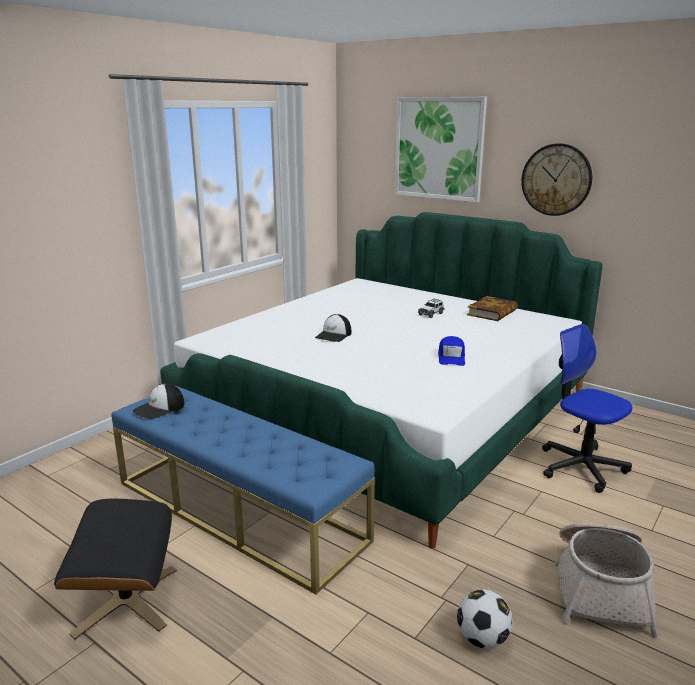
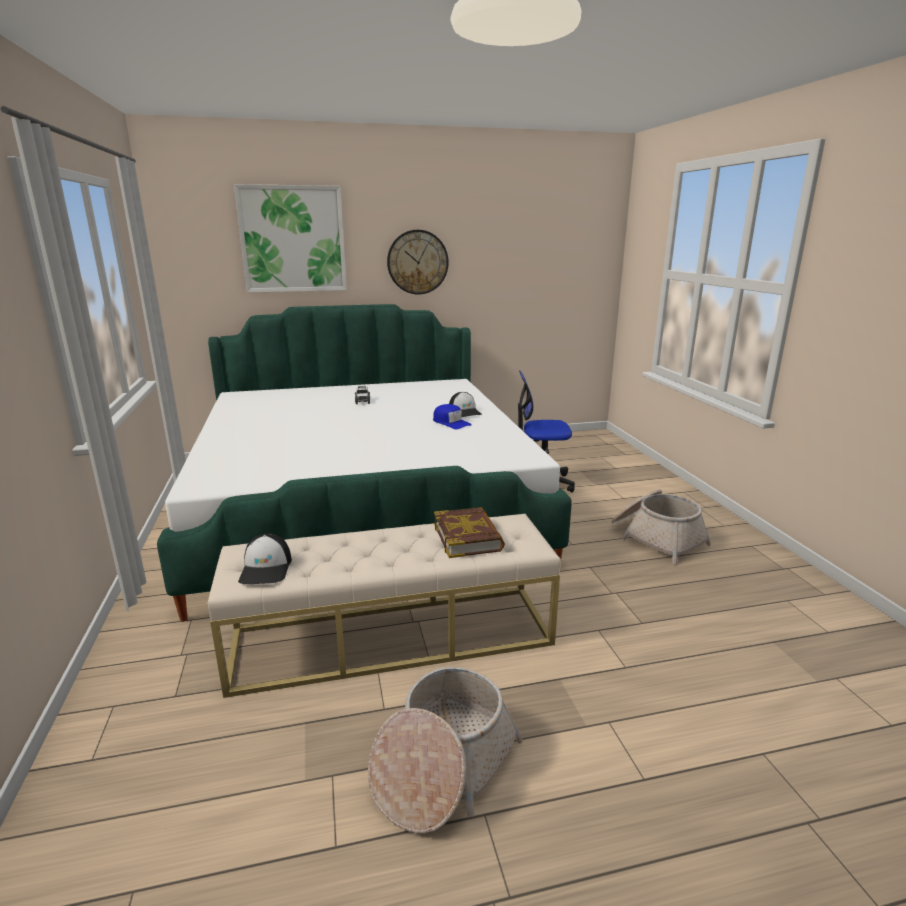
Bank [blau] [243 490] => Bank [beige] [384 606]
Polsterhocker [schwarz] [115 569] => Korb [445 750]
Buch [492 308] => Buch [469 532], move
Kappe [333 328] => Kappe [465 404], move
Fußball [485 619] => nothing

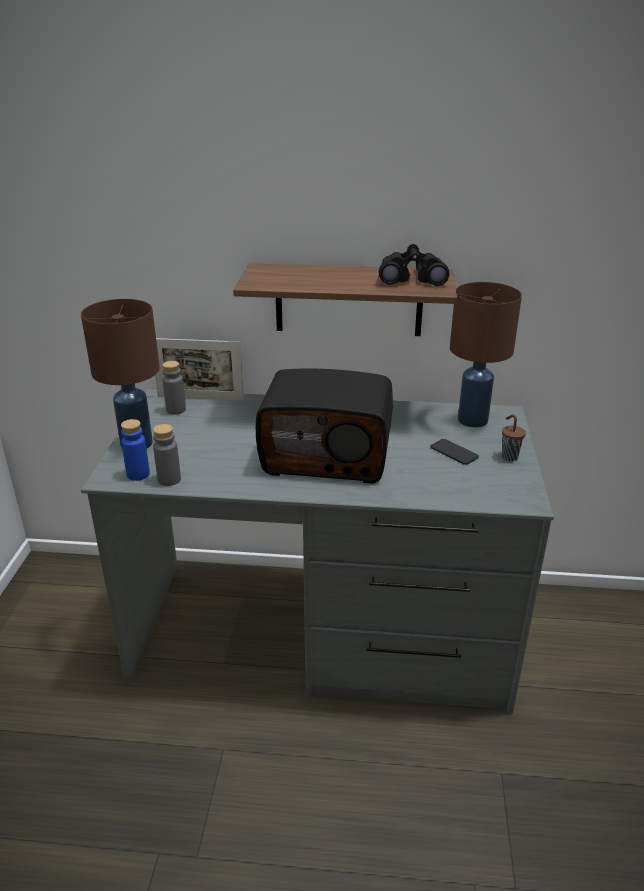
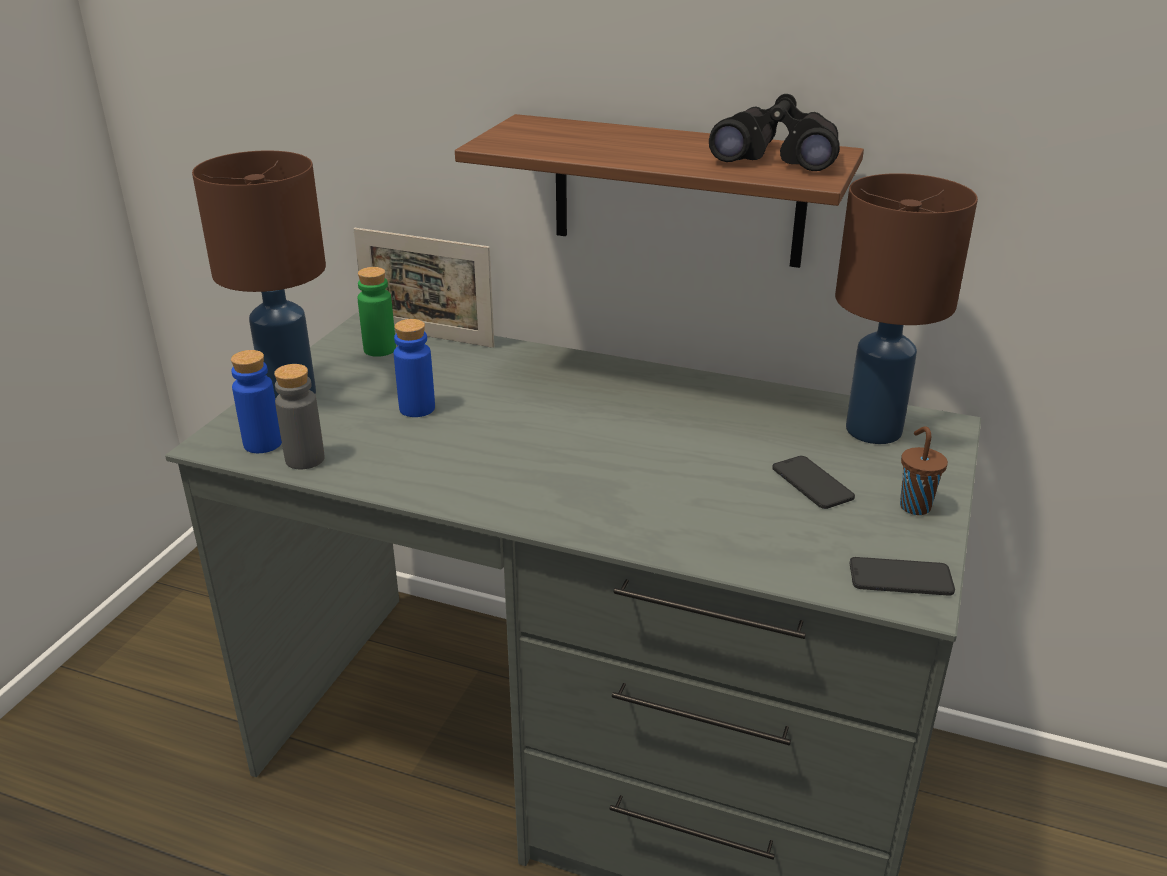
Flasche [grau] [174 388] => Flasche [grün] [377 312]
nothing => Flasche [blau] [414 368]
nothing => Handy [902 576]
Radio [324 426] => nothing

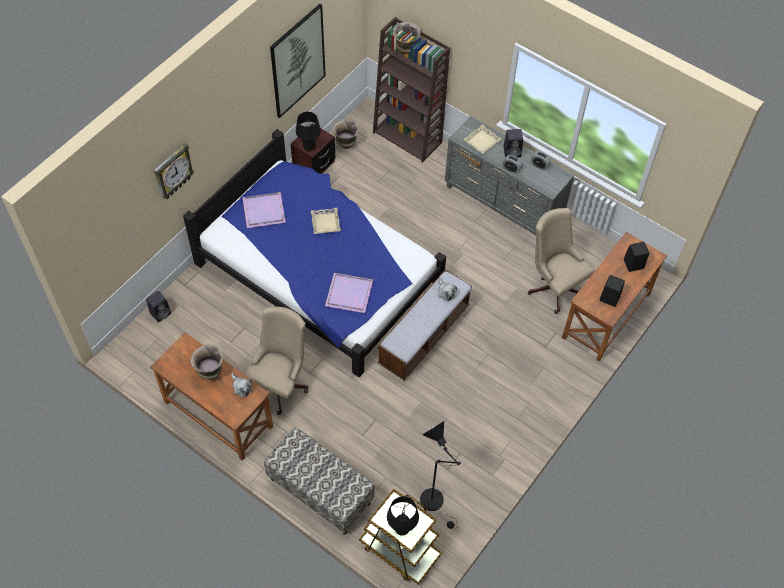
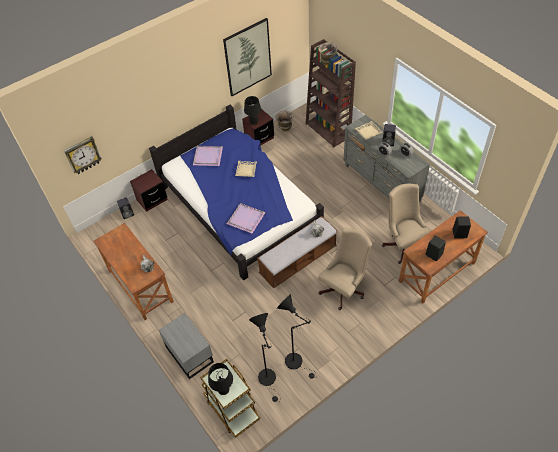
Wanduhr [174 171] => Wanduhr [83 155], move
nothing => Nachttisch [braun] [149 190]
Bank [319 481] => Nachttisch [grau] [186 346]
nothing => Stehlampe [schwarz] [296 336]
Bürostuhl [beige] [276 361] => Bürostuhl [beige] [345 269], move
Vase [207 362] => nothing

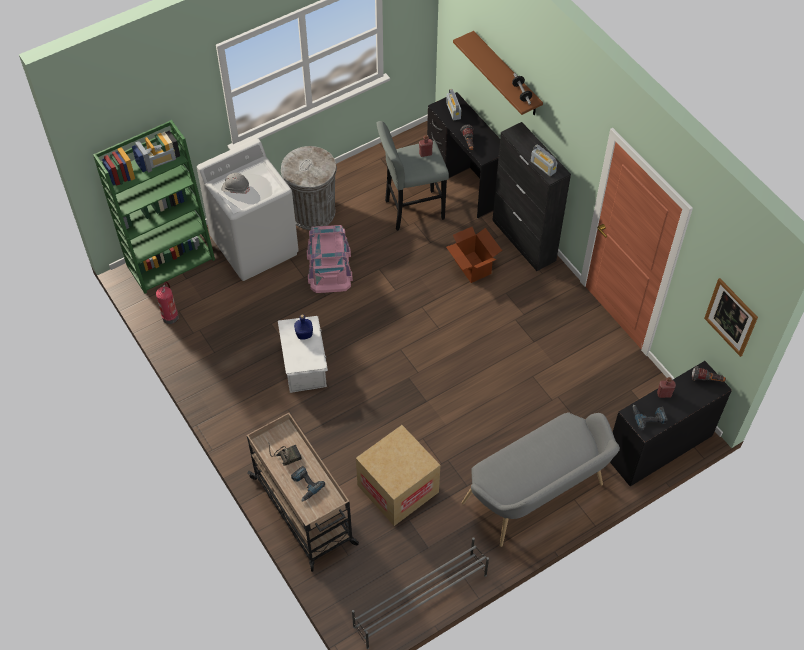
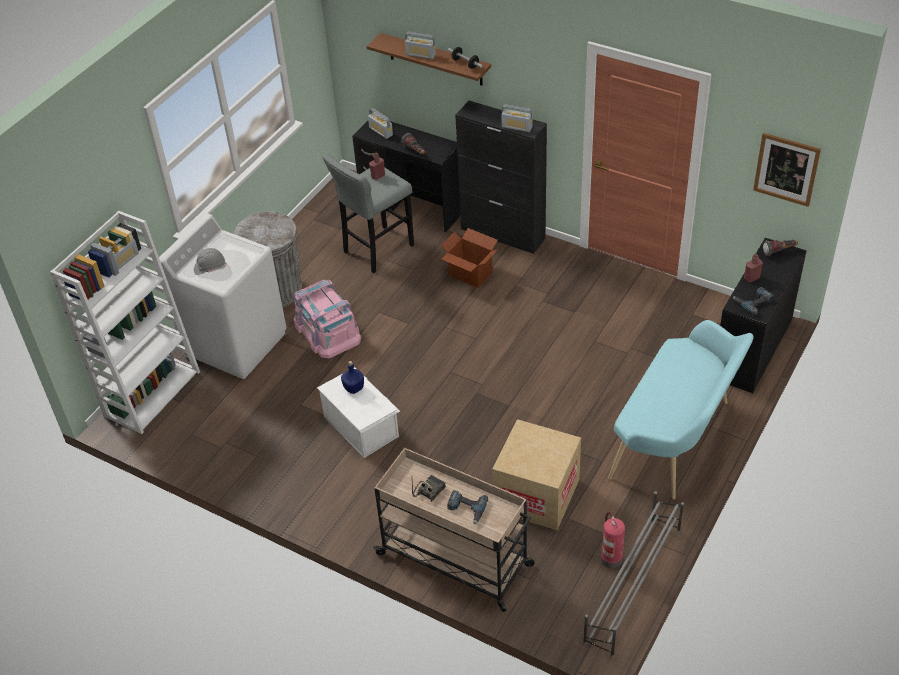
Bücherregal [grün] [154 206] => Bücherregal [weiß] [125 322]
nothing => Radio [420 45]
Feuerlöscher [167 303] => Feuerlöscher [613 540], move
Bank [grau] [540 479] => Bank [türkis] [681 409]

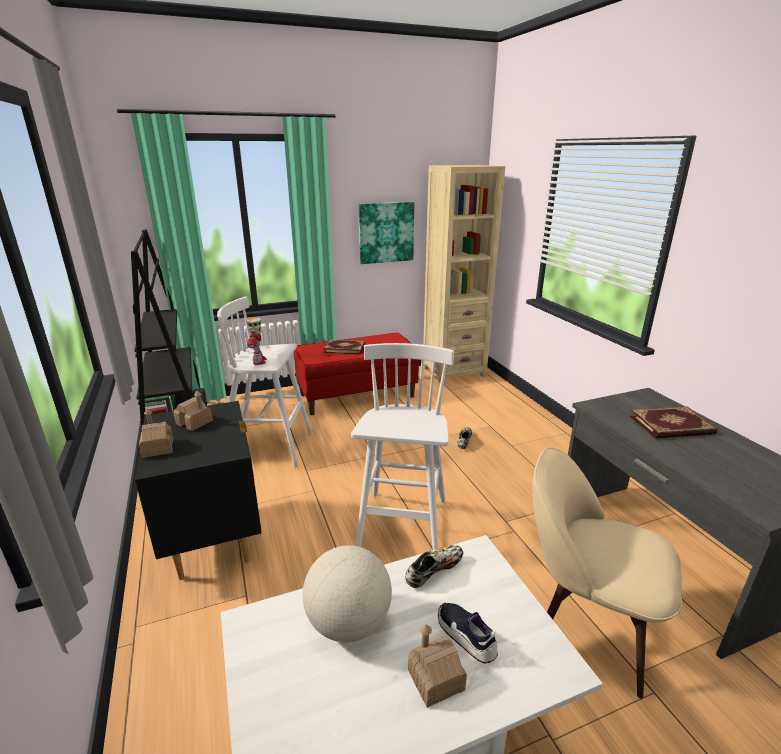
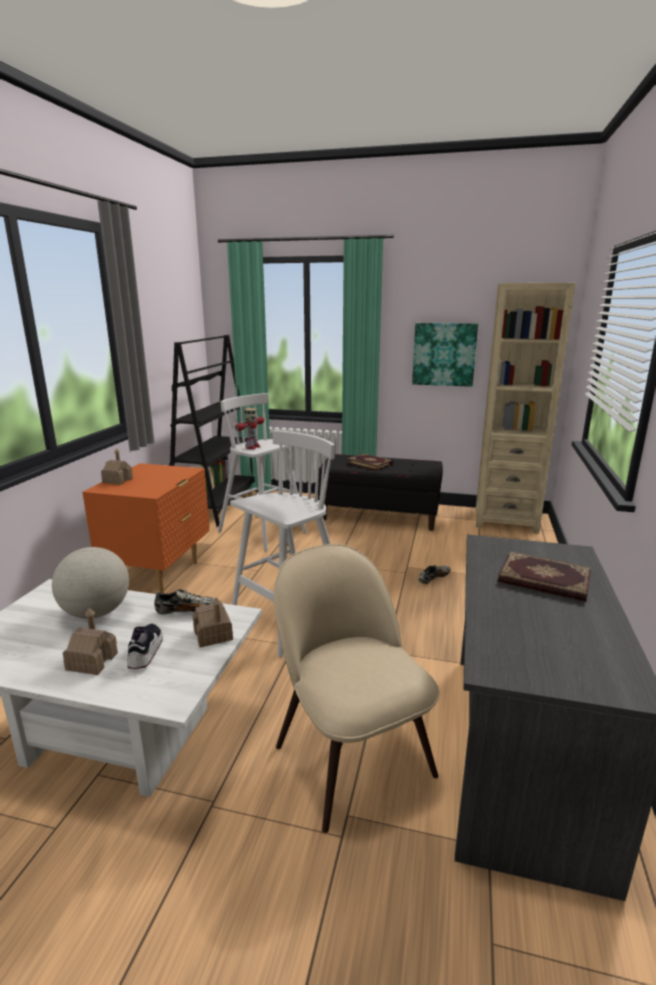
Nachttisch [schwarz] [198 490] => Nachttisch [orange] [146 528]
Spielzeughaus [193 411] => Spielzeughaus [212 622], move
Bank [rot] [356 374] => Bank [schwarz] [380 492]

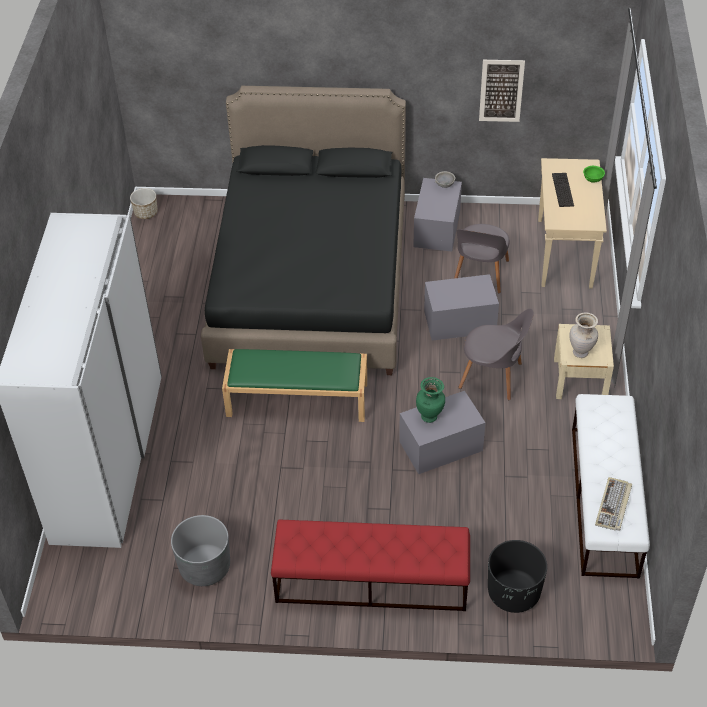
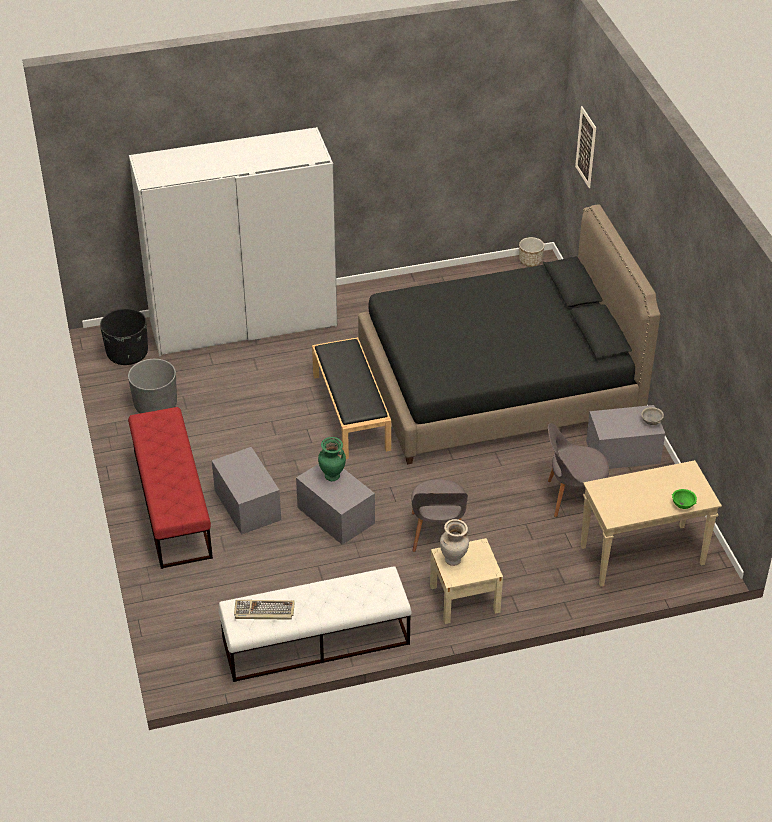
Pflanzkübel [schwarz] [517 576] => Pflanzkübel [schwarz] [124 336], move
Aufbewahrungsbox [grau] [461 307] => Aufbewahrungsbox [grau] [246 491], move
Bank [grün] [294 385] => Bank [schwarz] [351 398]
Bild [502 91] => Bild [585 147], move
Tastatur [563 190] => nothing

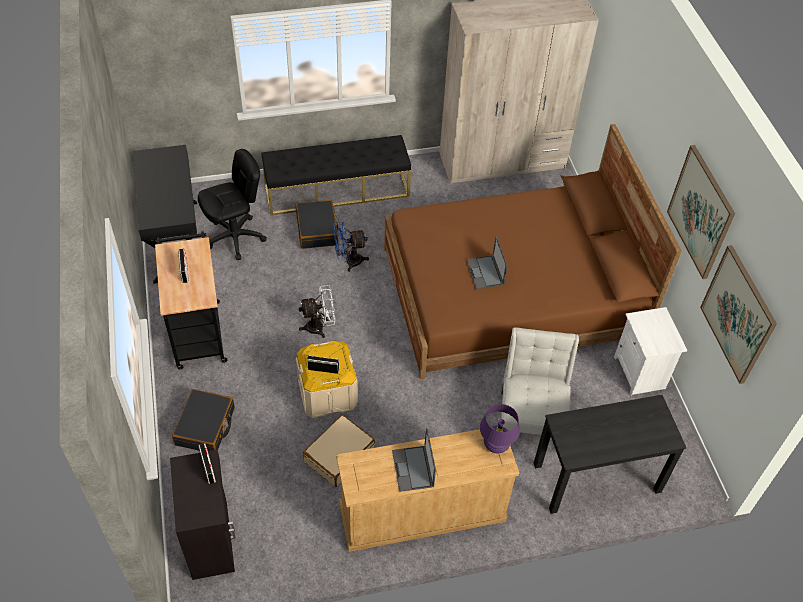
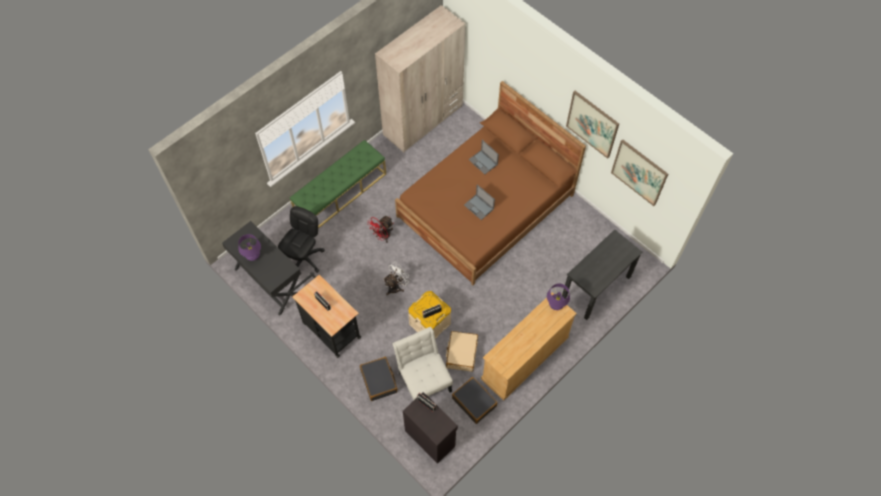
nothing => Tischlampe [lila] [249 247]
Bank [schwarz] [336 175] => Bank [grün] [338 184]
Ventilator [blau] [351 247] => Ventilator [rot] [381 229]
Stuhl [weiß] [540 381] => Stuhl [weiß] [423 363], move
Koffer [schwarz] [317 224] => Koffer [schwarz] [475 400], move
Laptop [414 460] => Laptop [484 157], move
Nachttisch [weiß] [650 351] => nothing

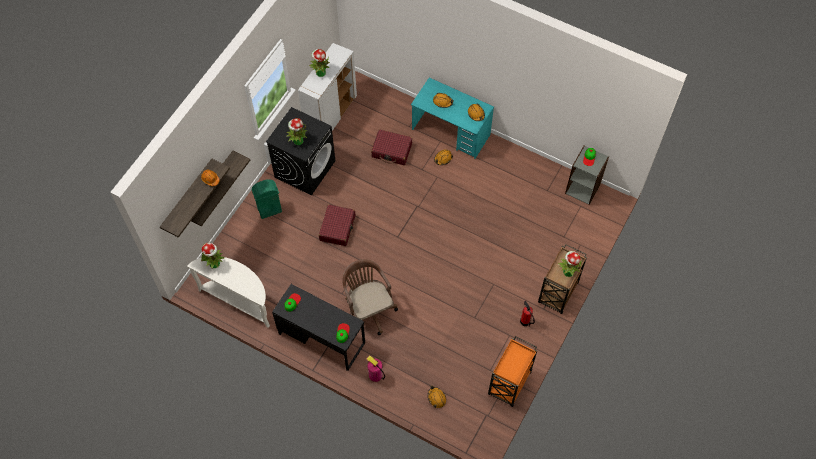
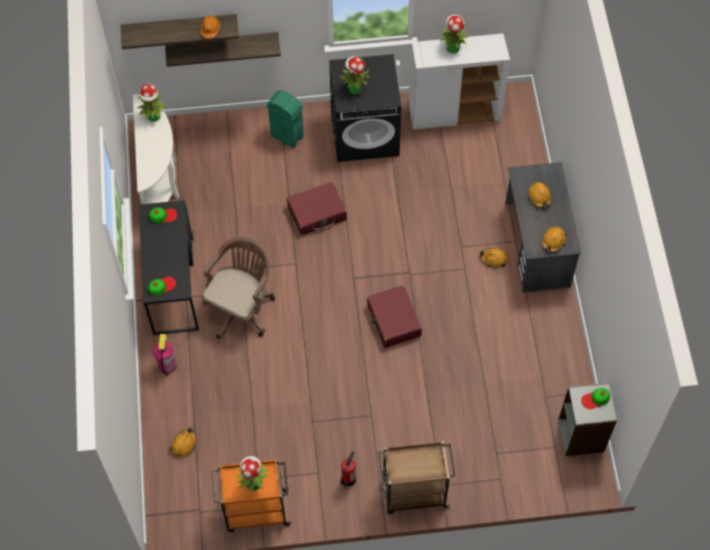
Topfpflanze [570 264] => Topfpflanze [252 474], move
Koffer [rot] [391 147] => Koffer [rot] [394 316], move
Schreibtisch [türkis] [452 118] => Schreibtisch [grau] [543 227]

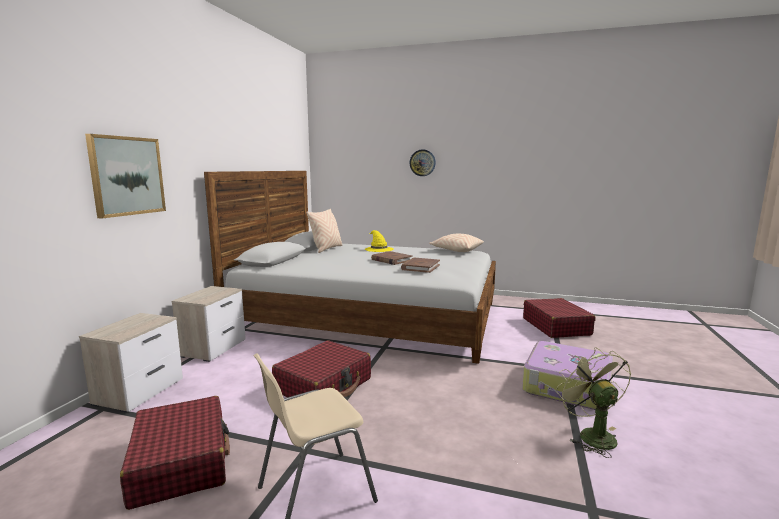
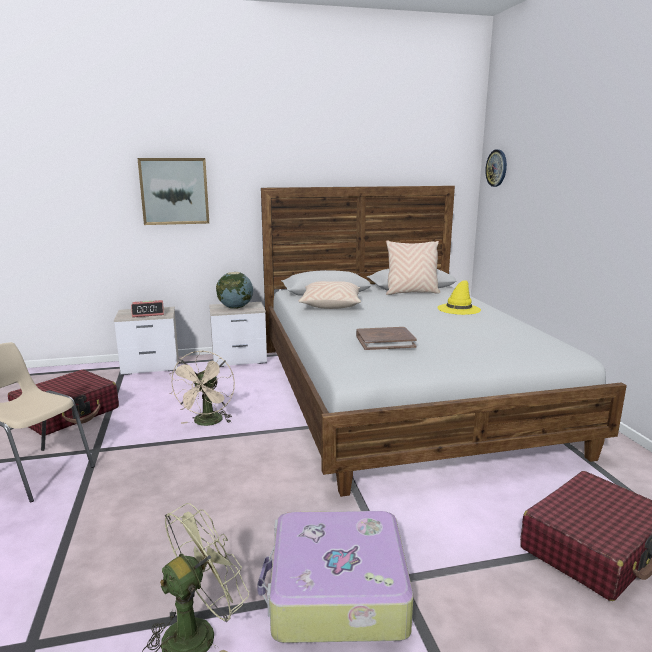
nothing => Wecker [147 308]
Koffer [rot] [321 369] => Ventilator [beige] [202 388]
nothing => Globus [234 290]
Kissen [beige] [456 243] => Kissen [beige] [330 295], move
Wanduhr [423 162] => Wanduhr [496 168], move
Buch [braun] [392 258] => nothing

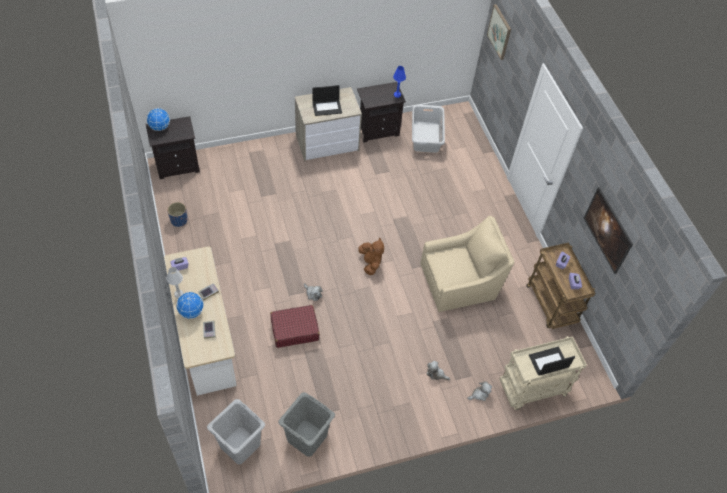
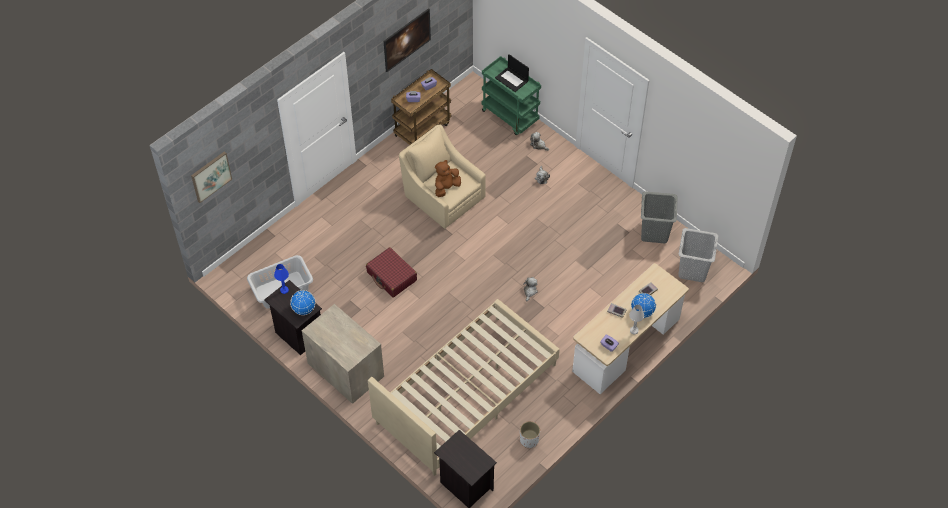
Globus [158 119] => Globus [303 302], move
Koffer [rot] [295 326] => Koffer [rot] [391 272], move
nothing => Bett [beige] [464 387]
Plüschtier [braun] [371 256] => Plüschtier [braun] [448 178], move
Rollwagen [beige] [543 373] => Rollwagen [grün] [511 95]
Pflanzkübel [blau] [177 214] => Pflanzkübel [weiß] [530 434]
Laptop [327 100] => nothing

